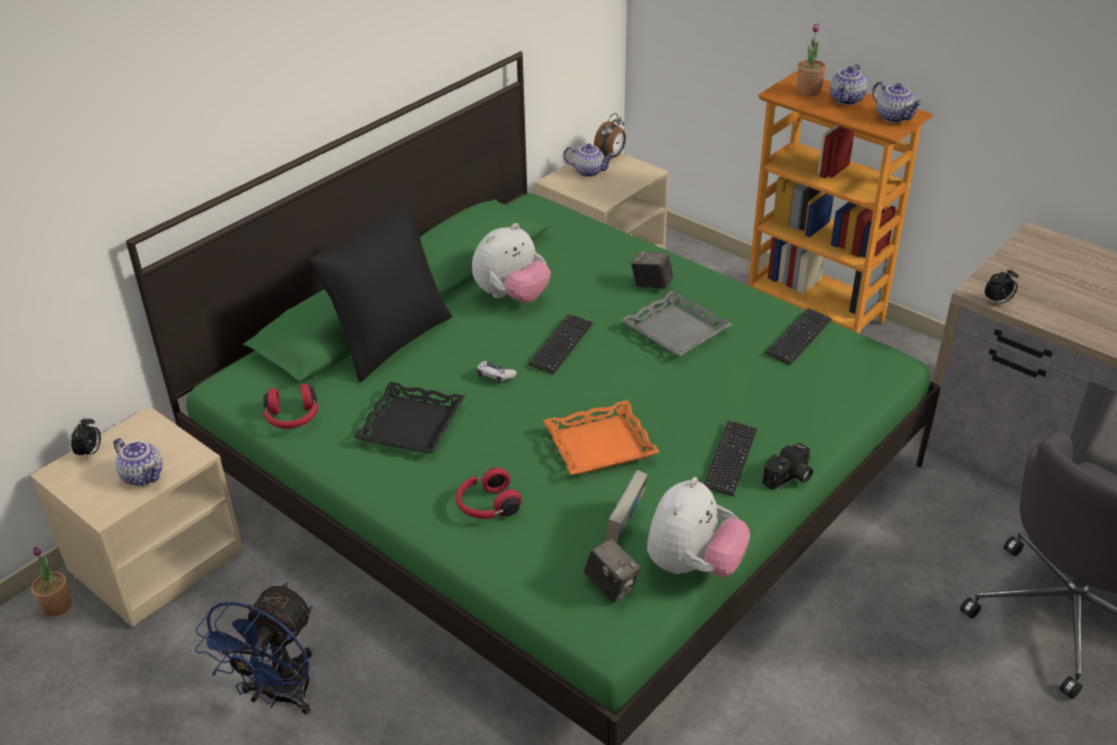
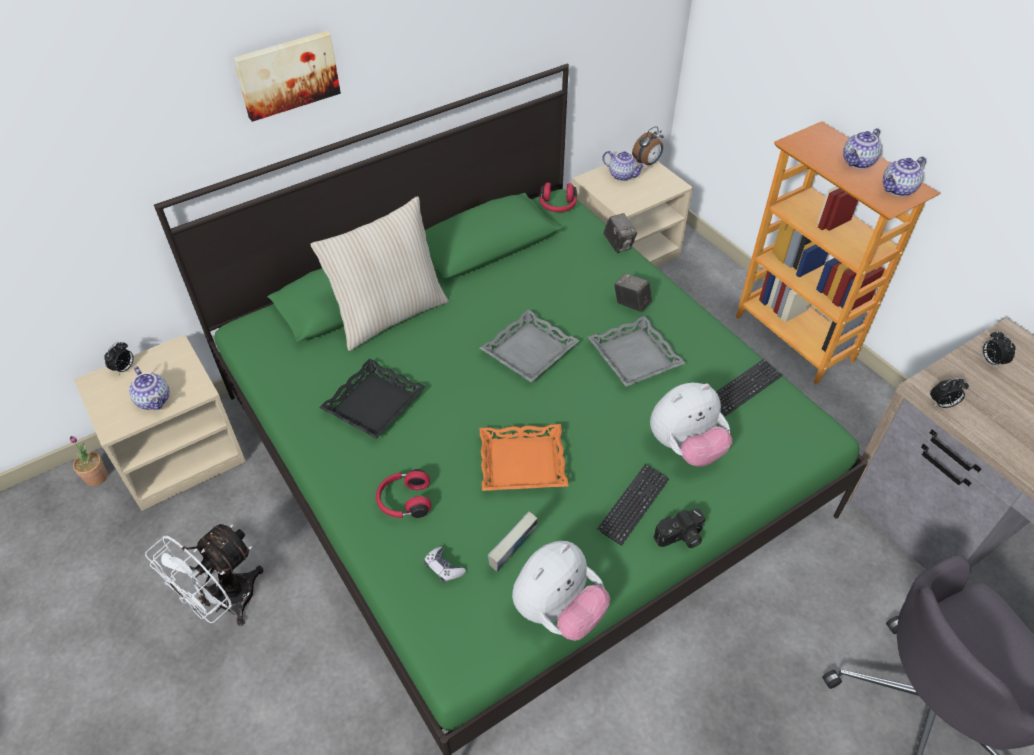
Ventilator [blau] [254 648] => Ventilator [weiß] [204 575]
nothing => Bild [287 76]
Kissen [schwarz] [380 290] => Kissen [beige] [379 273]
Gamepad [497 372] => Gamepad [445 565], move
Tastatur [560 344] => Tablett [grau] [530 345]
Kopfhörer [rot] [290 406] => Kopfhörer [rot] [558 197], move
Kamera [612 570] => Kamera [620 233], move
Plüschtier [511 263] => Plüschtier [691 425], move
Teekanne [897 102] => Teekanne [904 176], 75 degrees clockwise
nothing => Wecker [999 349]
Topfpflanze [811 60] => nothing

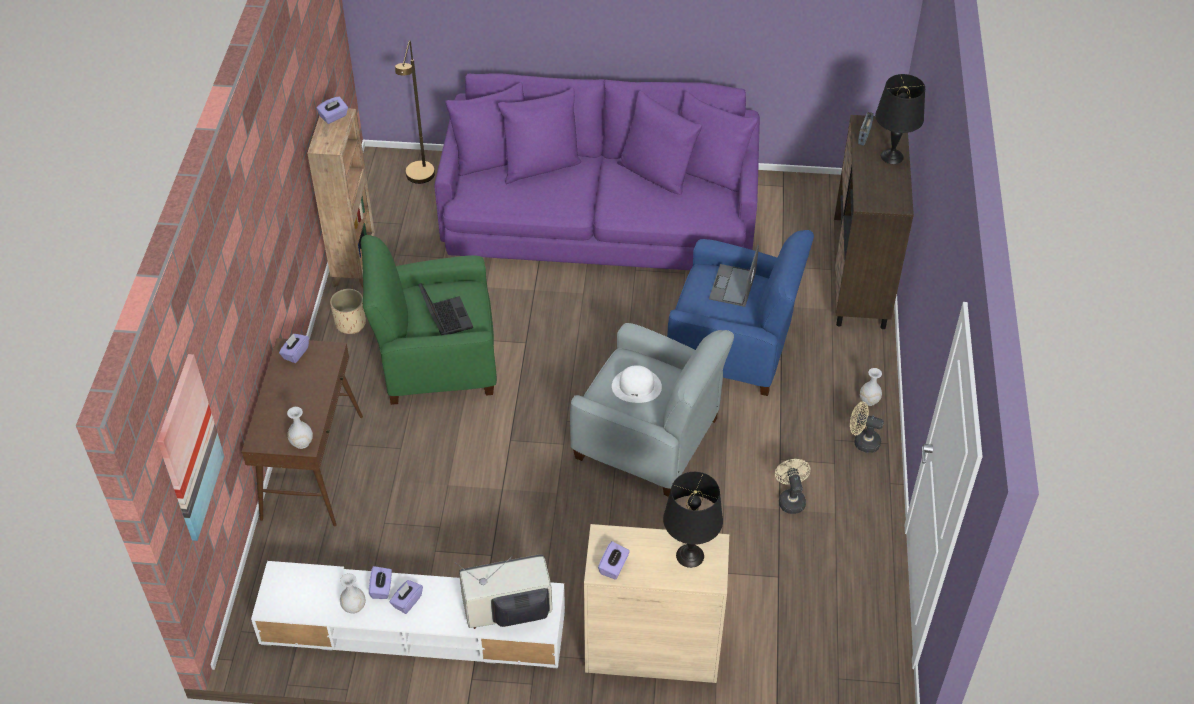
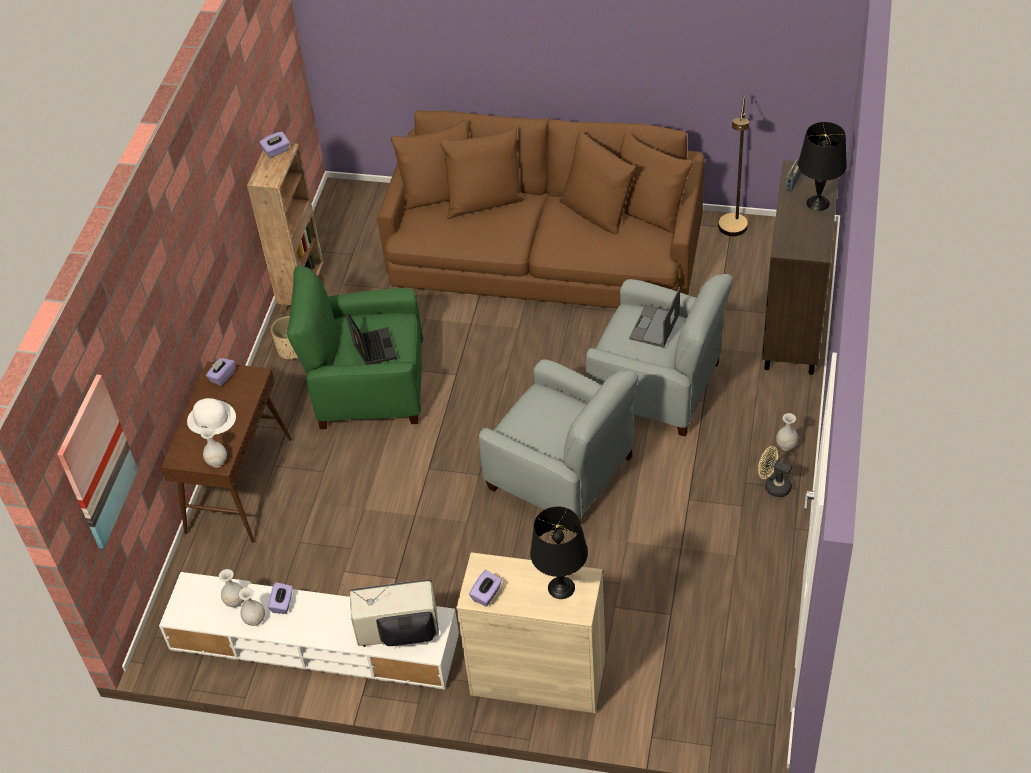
Hut [weiß] [637 384] => Hut [weiß] [211 416], move
nothing => Vase [weiß] [231 588]
Sofa [lila] [597 171] => Sofa [braun] [540 209]
Sessel [blau] [740 313] => Sessel [grau] [659 355]
Stehlampe [braun] [415 112] => Stehlampe [braun] [733 165], move
Taschentuchbox [lila] [406 597] => nothing
Ventilator [beige] [793 486] => nothing

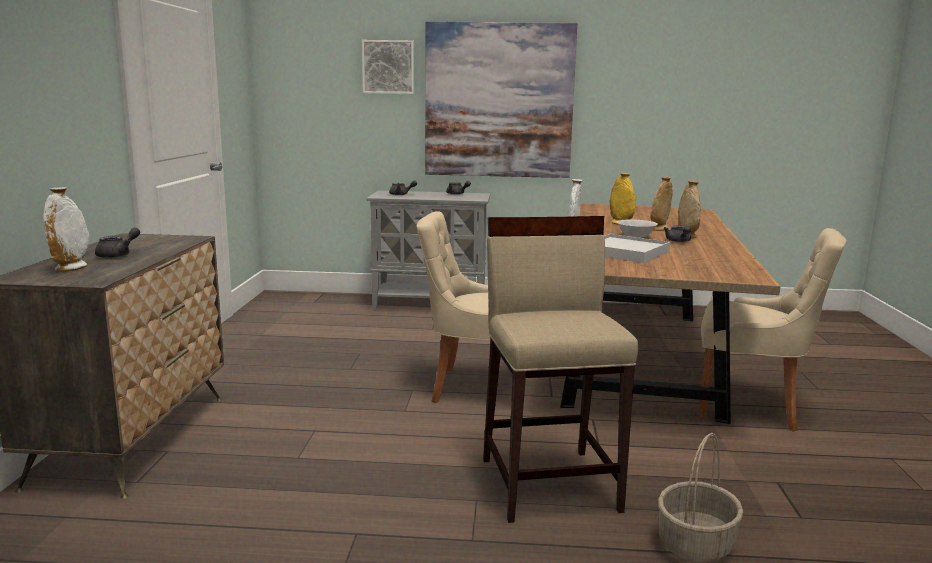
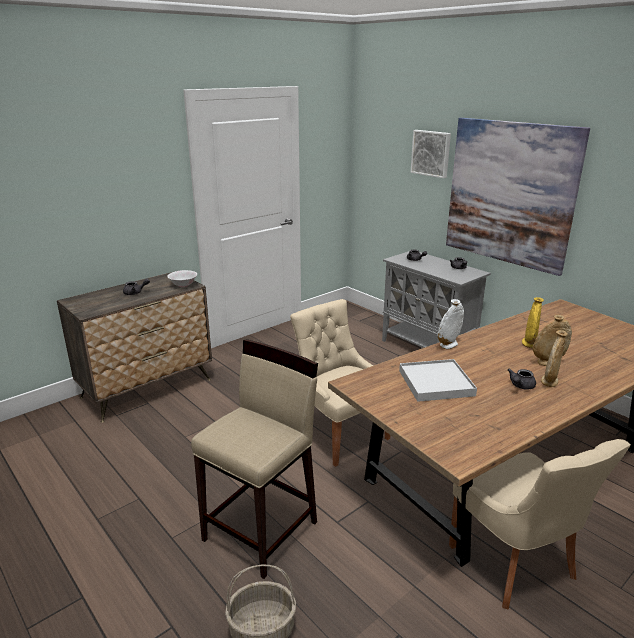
Schüssel [weiß] [637 228] => Schüssel [weiß] [182 278], move
Vase [weiß] [66 229] => nothing

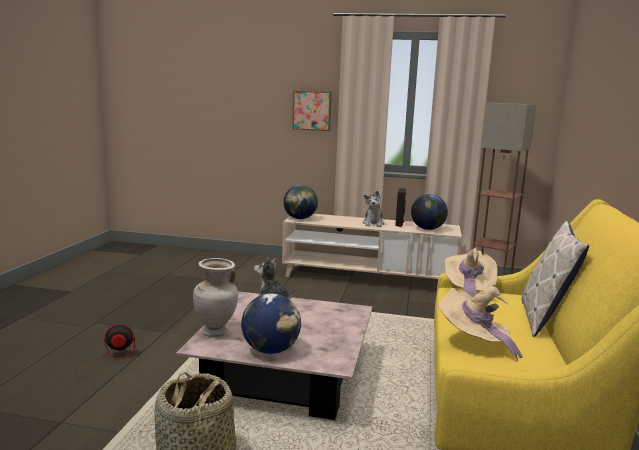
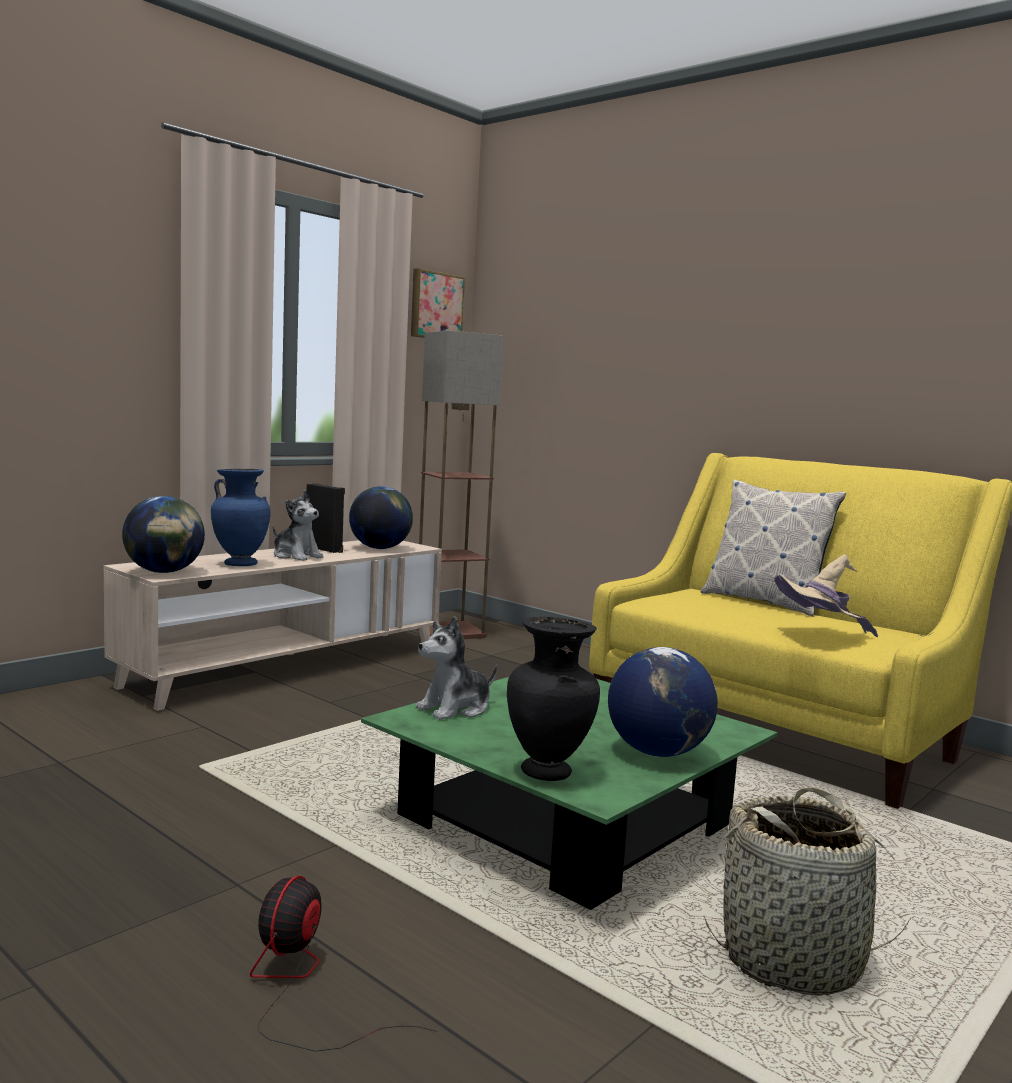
nothing => Vase [blau] [240 517]
Couchtisch [rosa] [274 355] => Couchtisch [grün] [569 793]
Bild [312 110] => Bild [438 303], move
Vase [beige] [215 297] => Vase [schwarz] [553 699]
Hut [beige] [471 273] => nothing

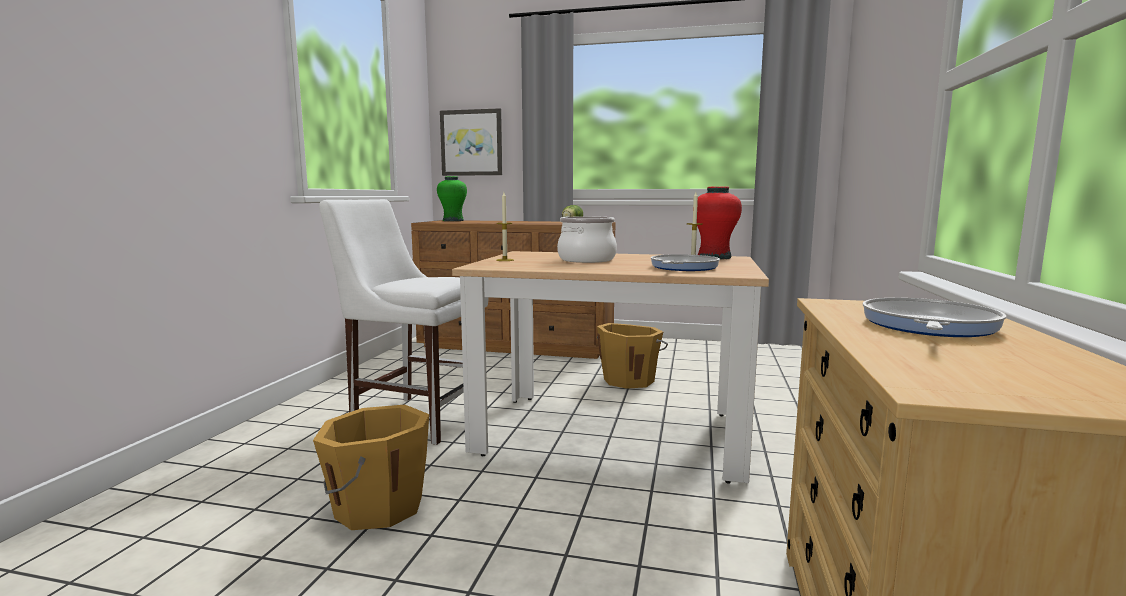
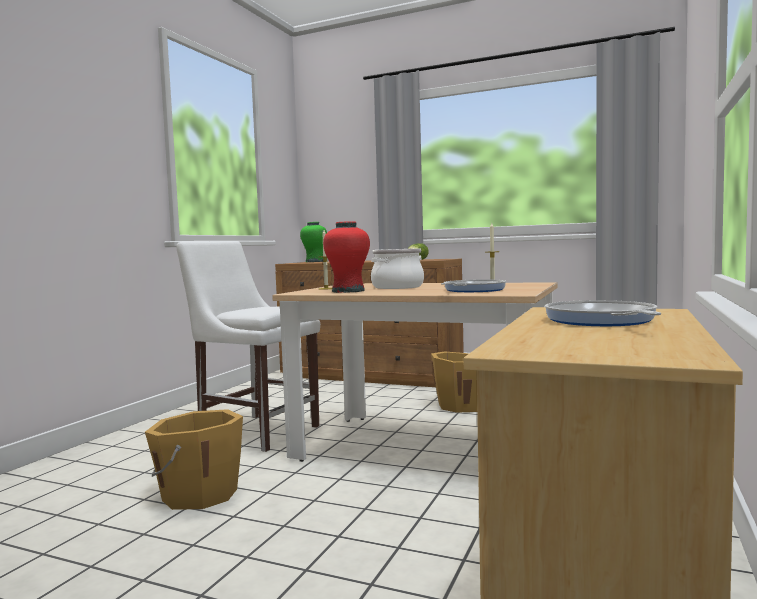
Vase [rot] [719 223] => Vase [rot] [346 257], move
Pfanne [934 317] => Pfanne [603 313], 45 degrees counterclockwise
Bild [471 142] => nothing

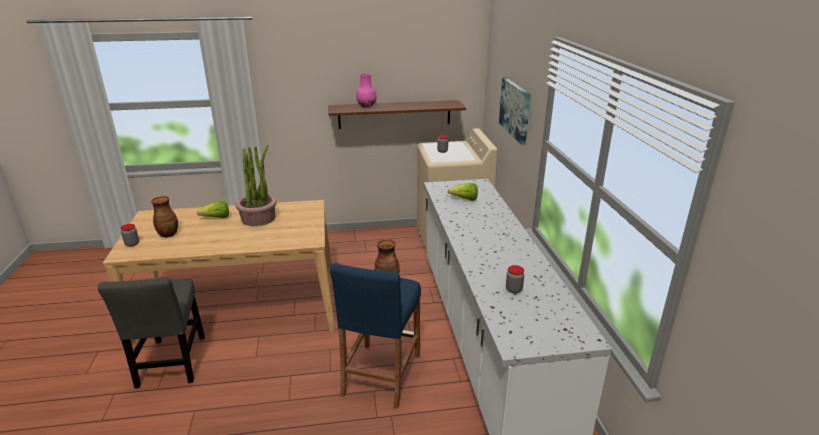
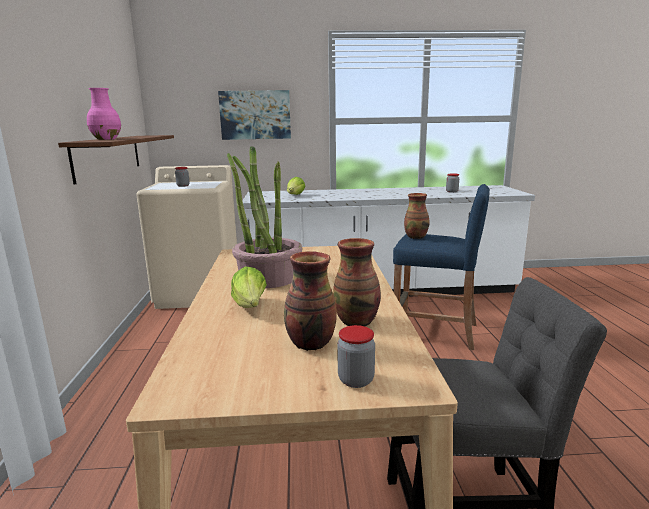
nothing => Vase [357 282]

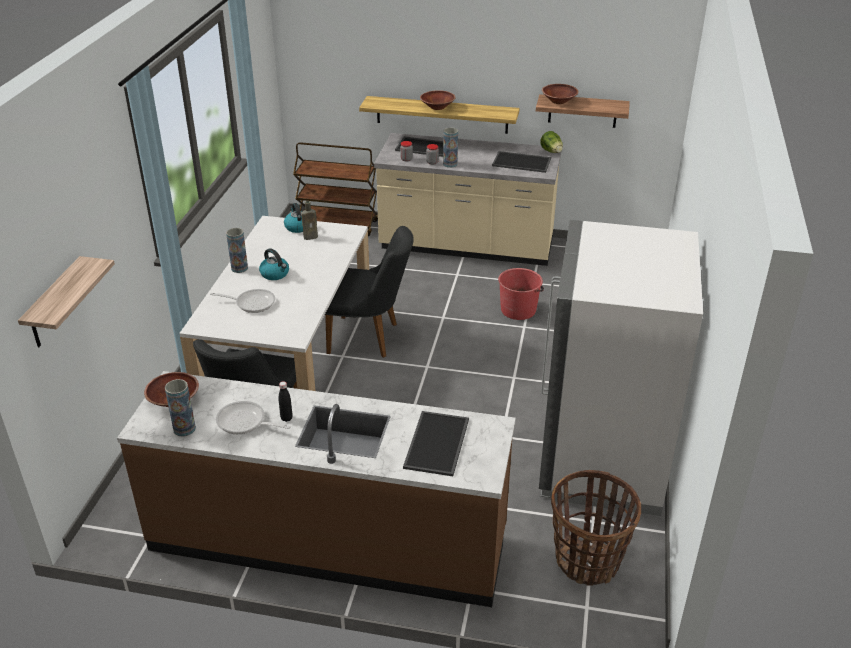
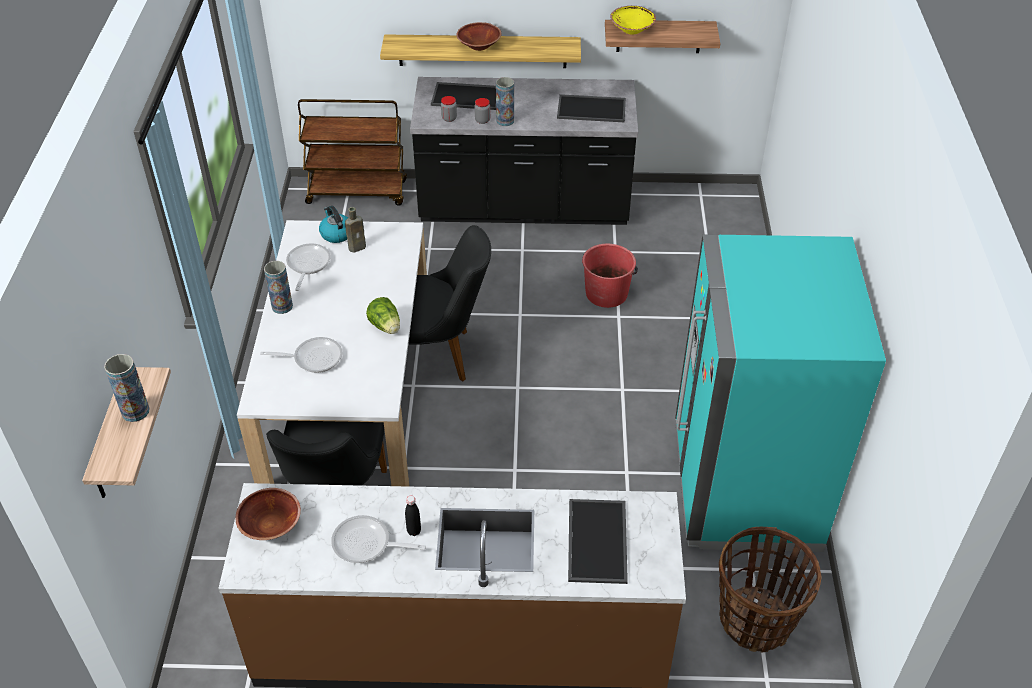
Vase [180 407] => Vase [127 388], move
nothing => Pfanne [308 267]
Salatkopf [551 142] => Salatkopf [383 315], move
Küchenzeile [beige] [468 199] => Küchenzeile [schwarz] [524 151]
Schüssel [braun] [560 94] => Schüssel [gelb] [633 20]
Kühlschrank [weiß] [621 368] => Kühlschrank [türkis] [780 393]
Wasserkessel [274 264] => nothing

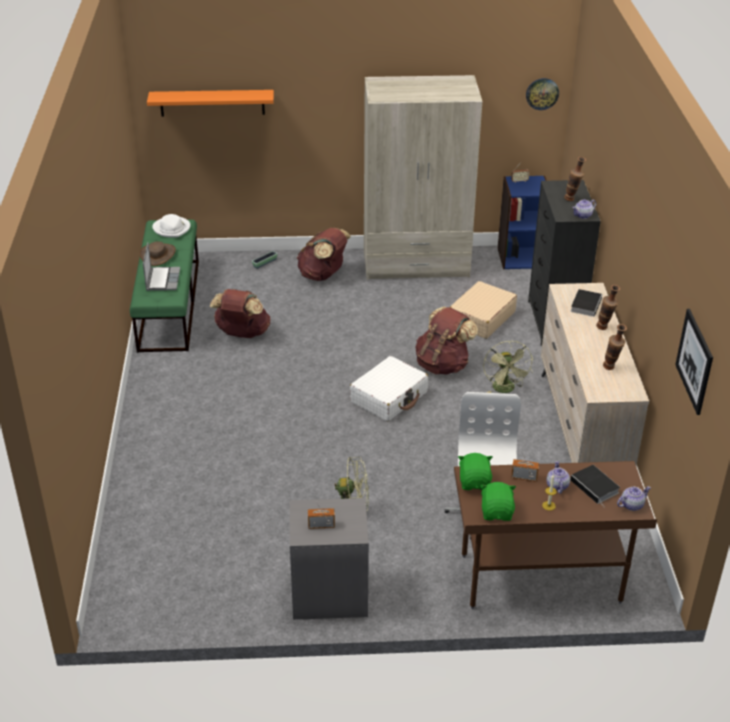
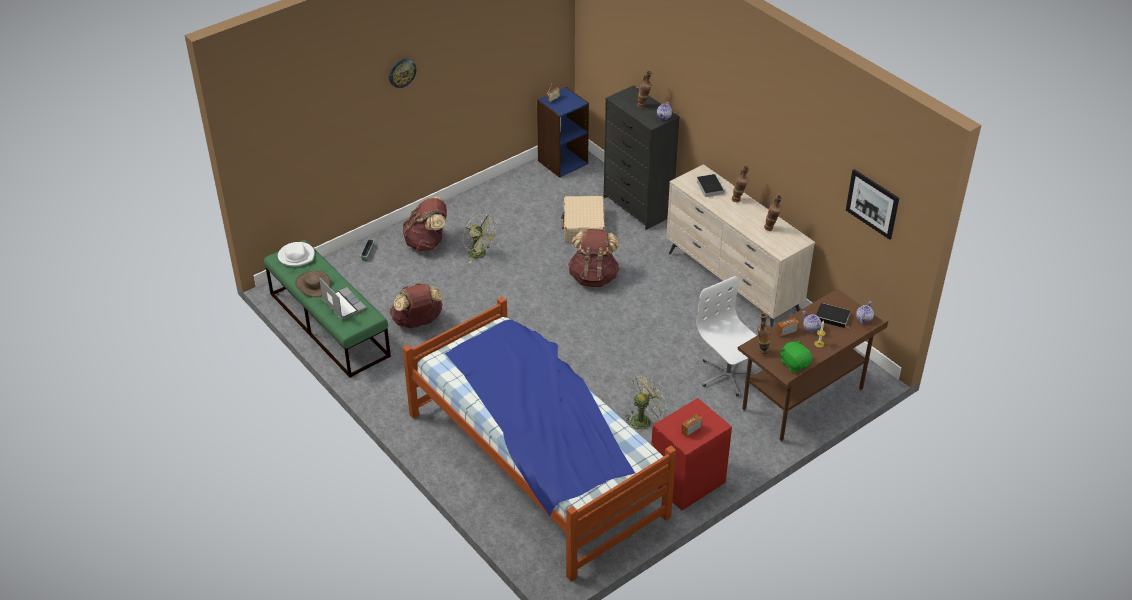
Wanduhr [542 94] => Wanduhr [402 73], move
nothing => Bett [539 439]
Ventilator [grün] [508 367] => Ventilator [grün] [481 238], move
Nachttisch [grau] [329 559] => Nachttisch [rot] [691 454]
Plüschtier [grün] [475 471] => Vase [764 334]
Wandregal [orange] [210 103] => nothing
Koffer [weiß] [389 388] => nothing
Kleiderschrank [beige] [423 177] => nothing

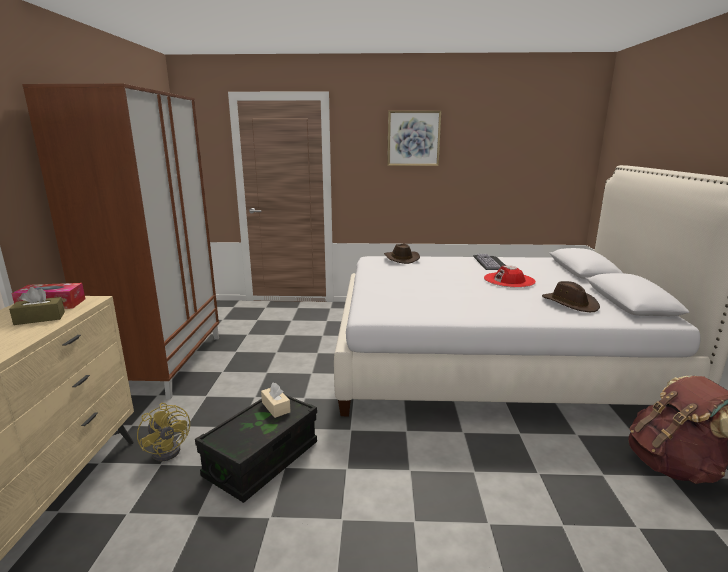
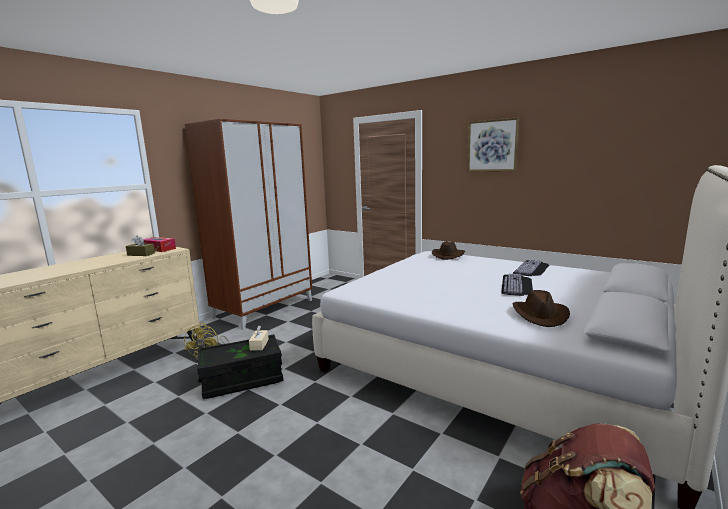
Hut [rot] [510 277] => Tastatur [517 285]

